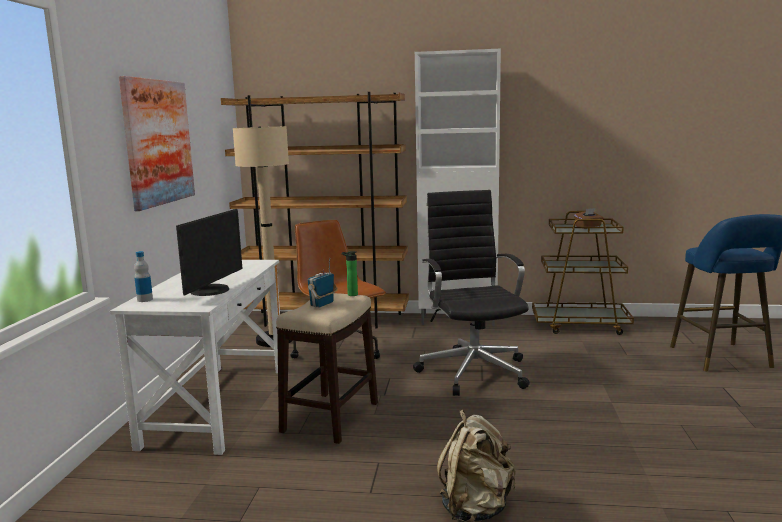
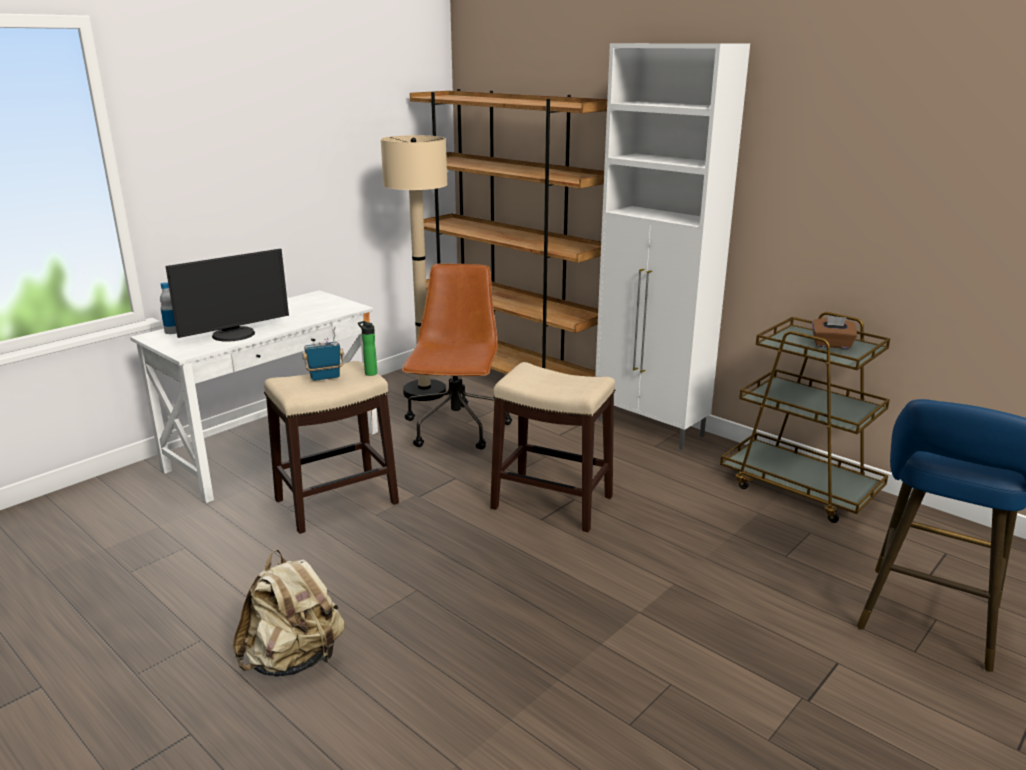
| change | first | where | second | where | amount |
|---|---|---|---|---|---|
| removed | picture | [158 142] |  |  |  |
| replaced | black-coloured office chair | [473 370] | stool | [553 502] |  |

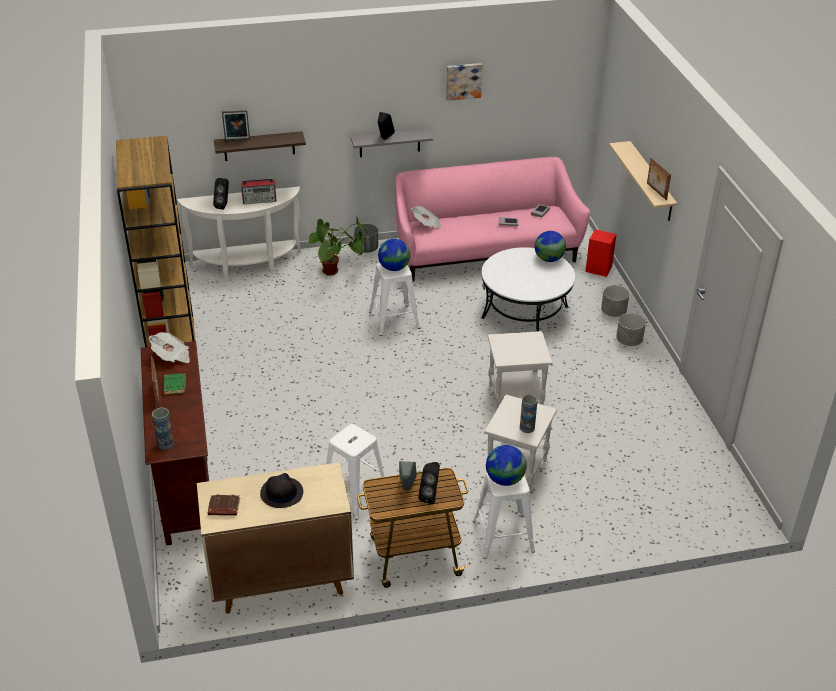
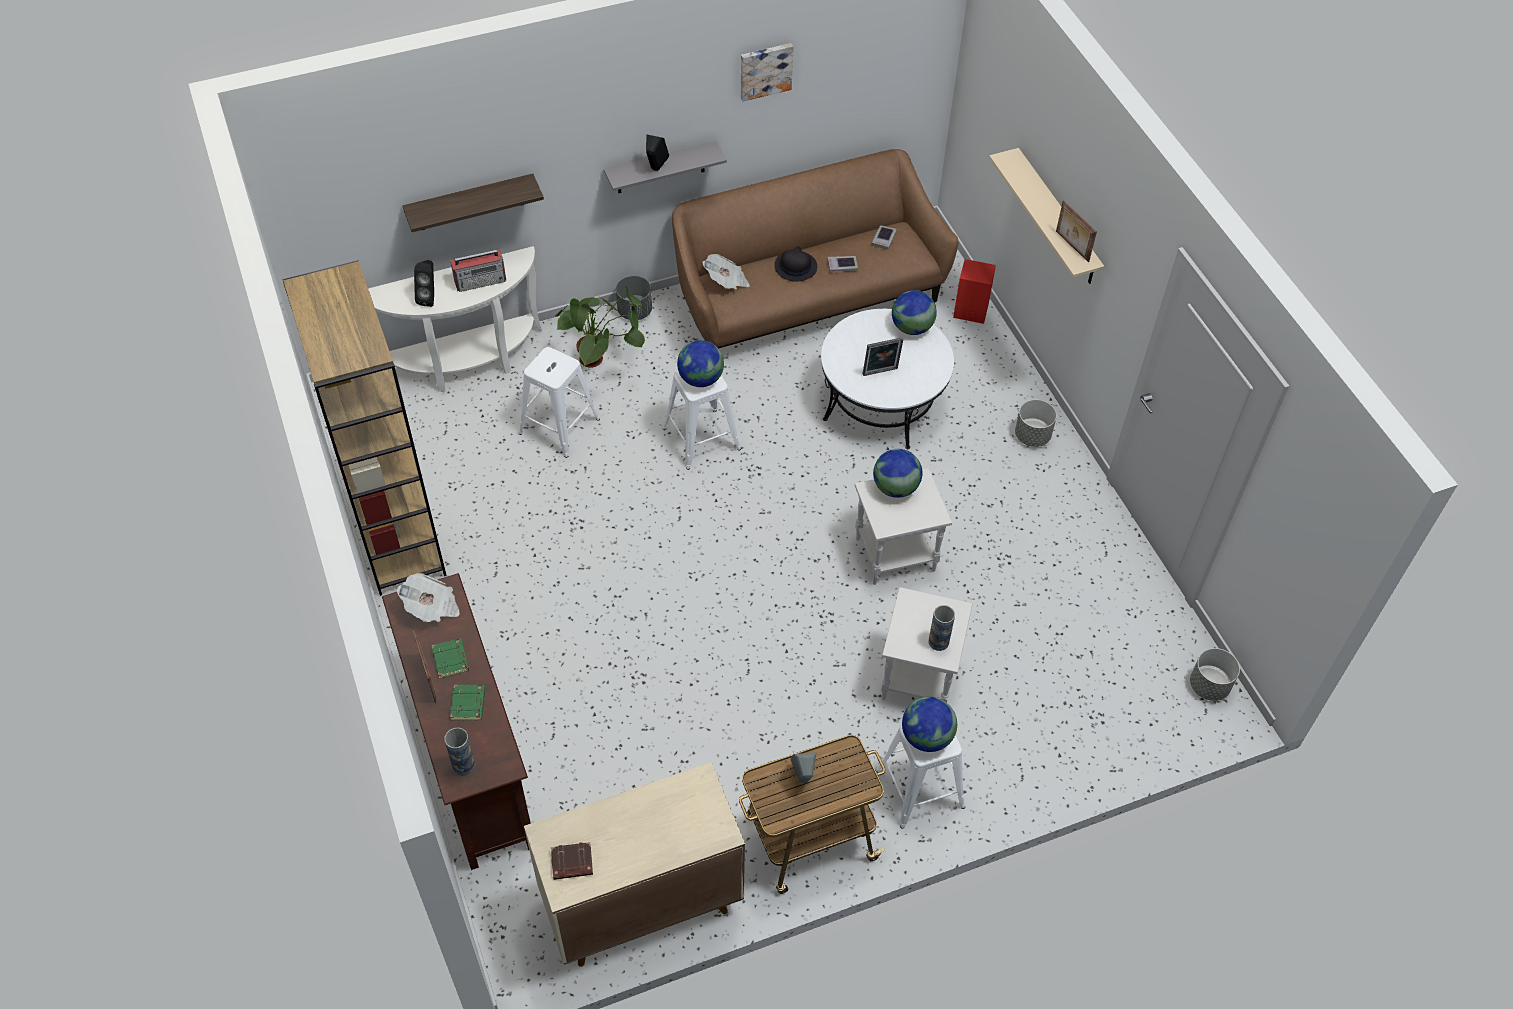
| change | first | where | second | where | amount |
|---|---|---|---|---|---|
| moved | standing frame | [237 140] |  | [880 373] |  |
| recoloured | pinkish settee | [485 252] | brown-coloured settee | [807 298] |  |
| moved | gray plant pot | [613 312] |  | [1209 686] |  |
| moved | whitish stool | [354 493] |  | [559 425] |  |
| removed | black-coloured speaker | [431 496] |  |  |  |
| moved | black-coloured wearable hat | [281 493] |  | [795 266] |  |
| added |  |  | desk globe | [895 488] |  |
| added |  |  | green volume | [468 705] |  |

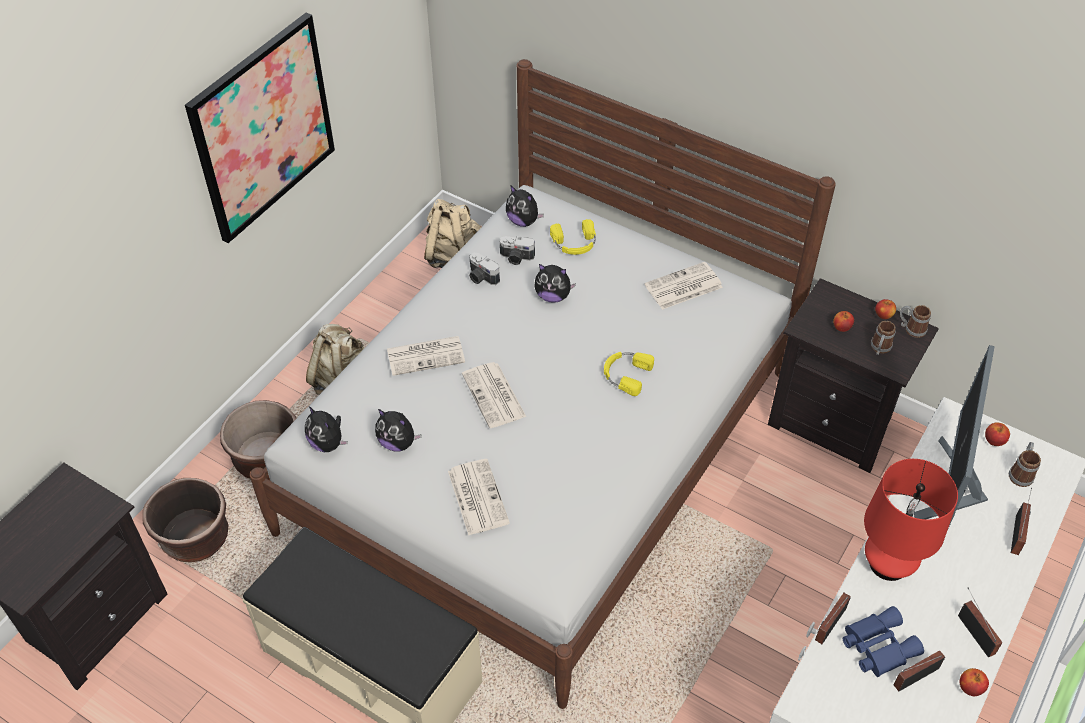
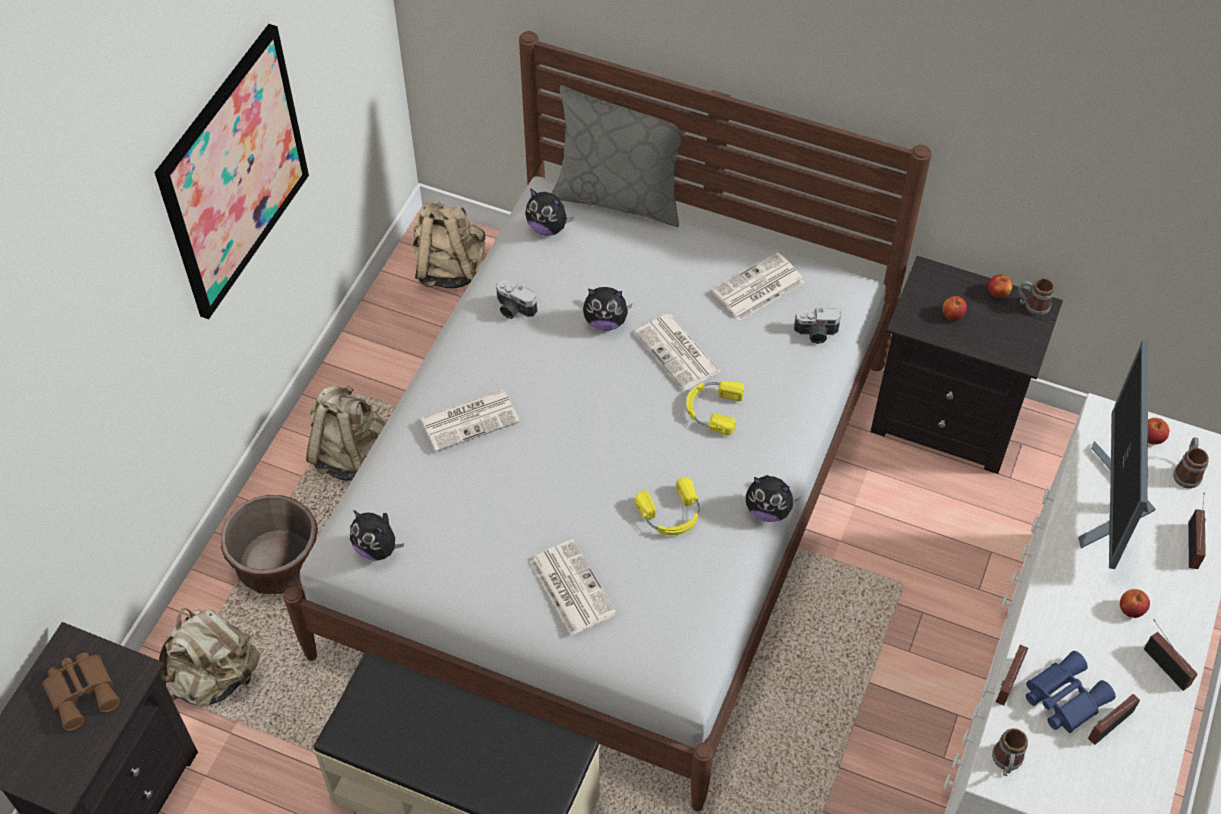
| change | first | where | second | where | amount |
|---|---|---|---|---|---|
| moved | yellow-coloured pair of headphones | [574 243] |  | [671 514] |  |
| moved | photo camera | [516 258] |  | [816 334] |  |
| moved | mug | [879 349] |  | [1006 762] |  |
| moved | printed paper | [494 396] |  | [679 353] |  |
| moved | cuddly toy | [398 443] |  | [768 510] |  |
| removed | red-coloured lamp for a table | [888 564] |  |  |  |
| replaced | brown-coloured plant pot | [195 538] | sand-coloured backpack | [214 677] |  |
| moved | whole apple | [970 688] |  | [1130 610] |  |
| added |  |  | gray throw pillow | [619 197] |  |
| added |  |  | brown-coloured binoculars | [83 691] |  |

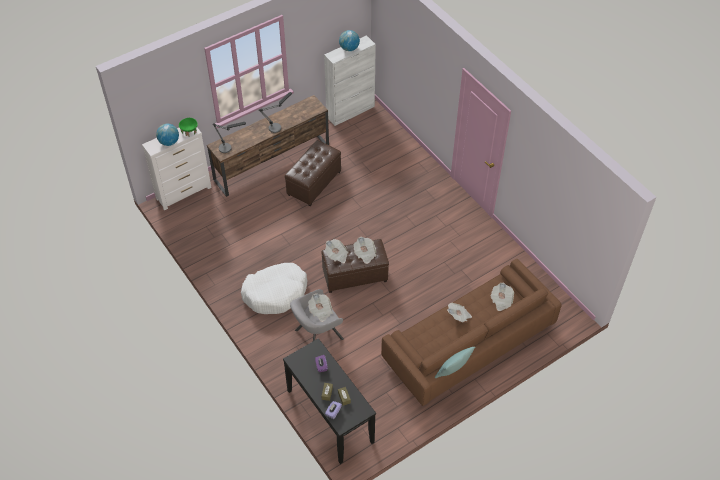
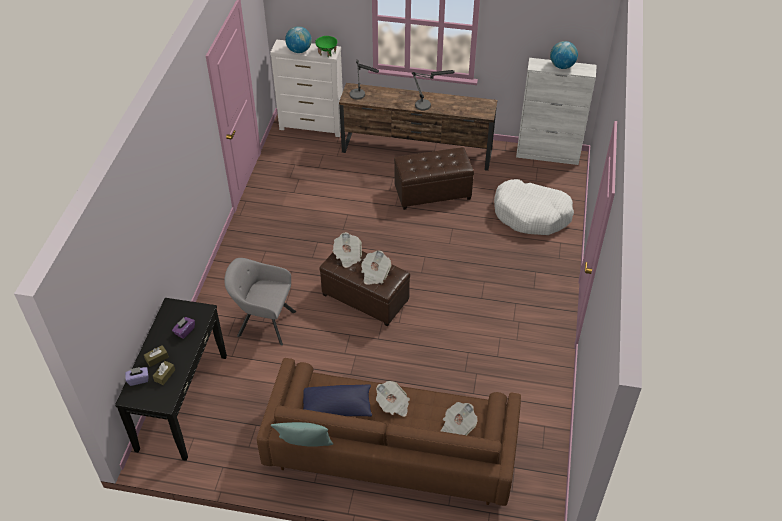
| change | first | where | second | where | amount |
|---|---|---|---|---|---|
| moved | whitish dog cushion | [275 293] |  | [531 214] |  |
| removed | printed paper | [320 311] |  |  |  |
| added |  |  | blue throw pillow | [336 408] |  |

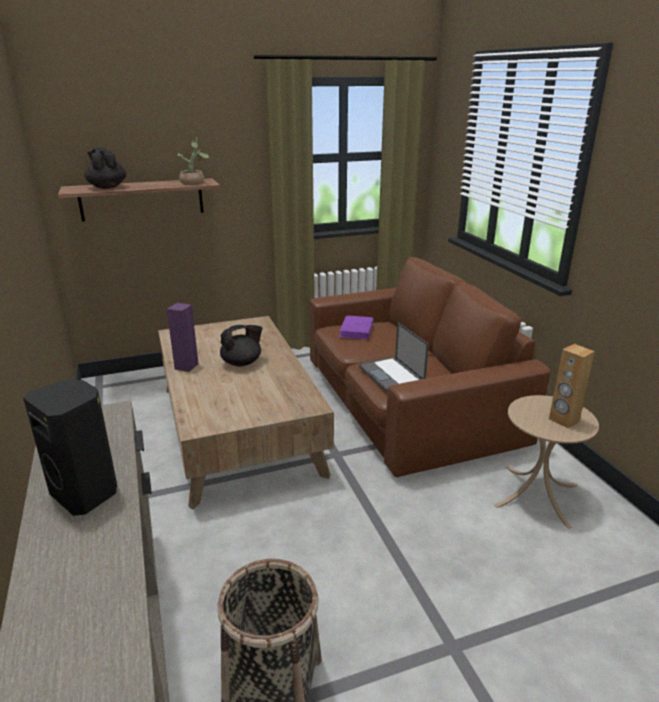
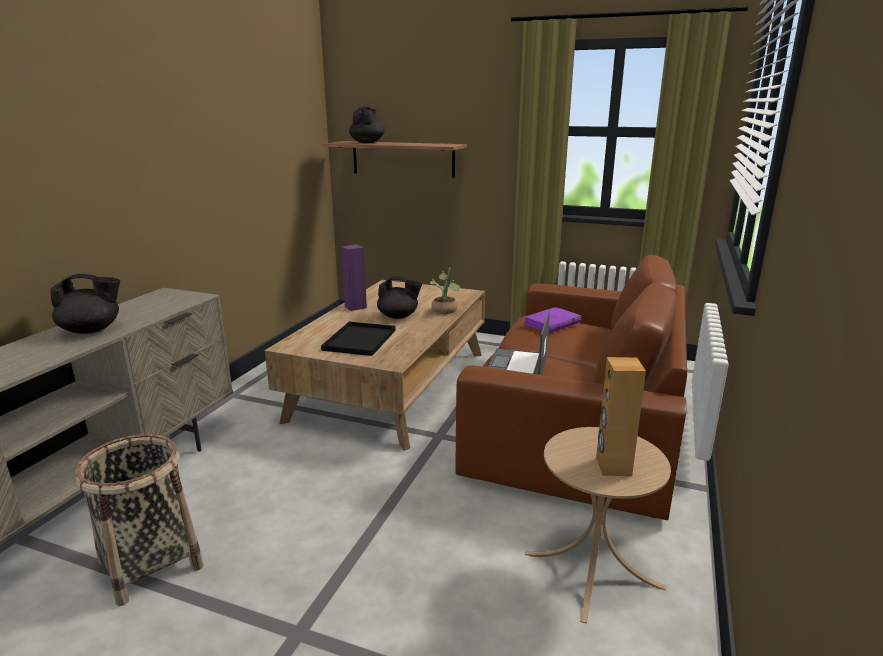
| change | first | where | second | where | amount |
|---|---|---|---|---|---|
| moved | plant in a pot | [194 183] |  | [445 311] |  |
| replaced | black-coloured speaker | [86 493] | black-coloured pot for tea | [92 330] |  |
| added |  |  | black-coloured tray | [360 340] |  |

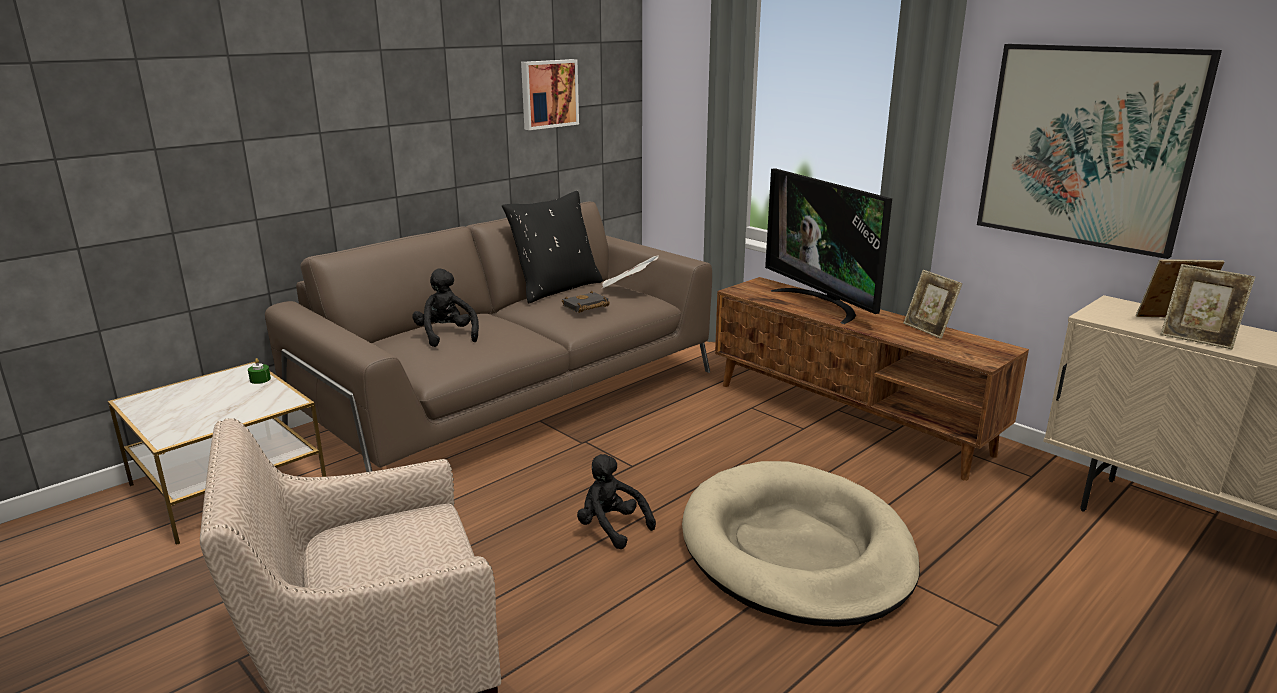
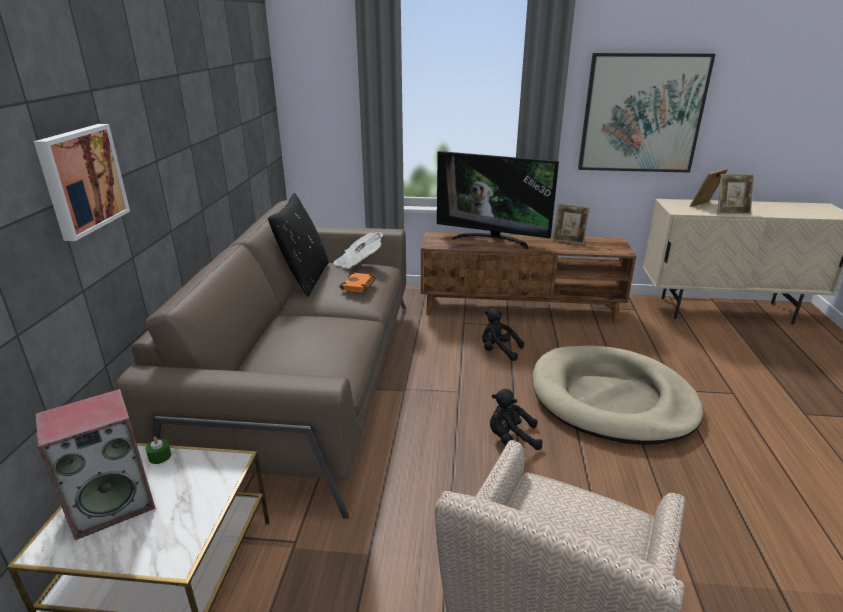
| change | first | where | second | where | amount |
|---|---|---|---|---|---|
| moved | picture | [548 94] |  | [81 180] |  |
| moved | black-coloured cuddly toy | [446 336] |  | [498 351] |  |
| recoloured | black-coloured volume | [585 306] | orange volume | [359 286] |  |
| added |  |  | speaker | [113 504] |  |

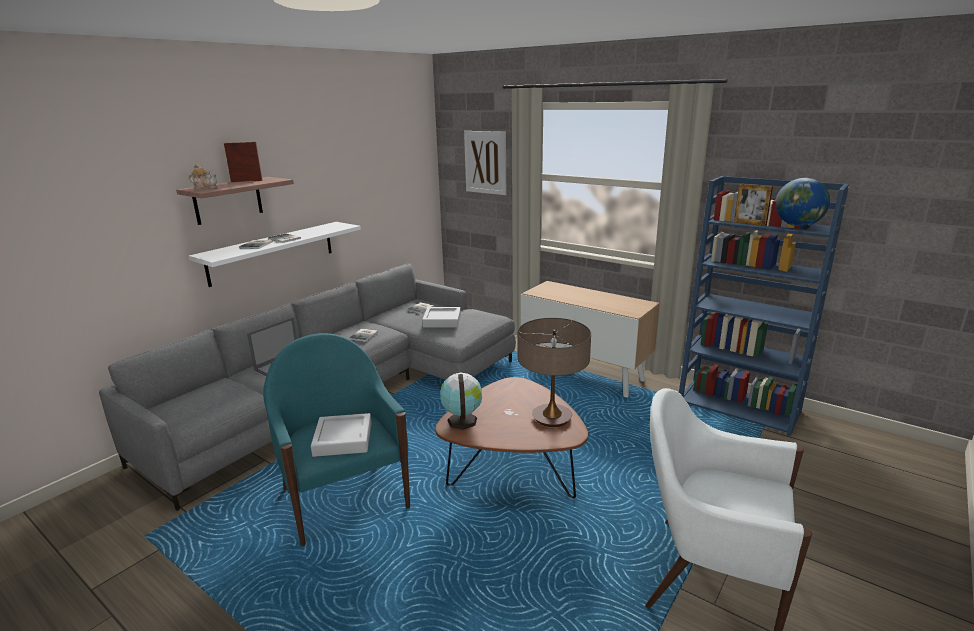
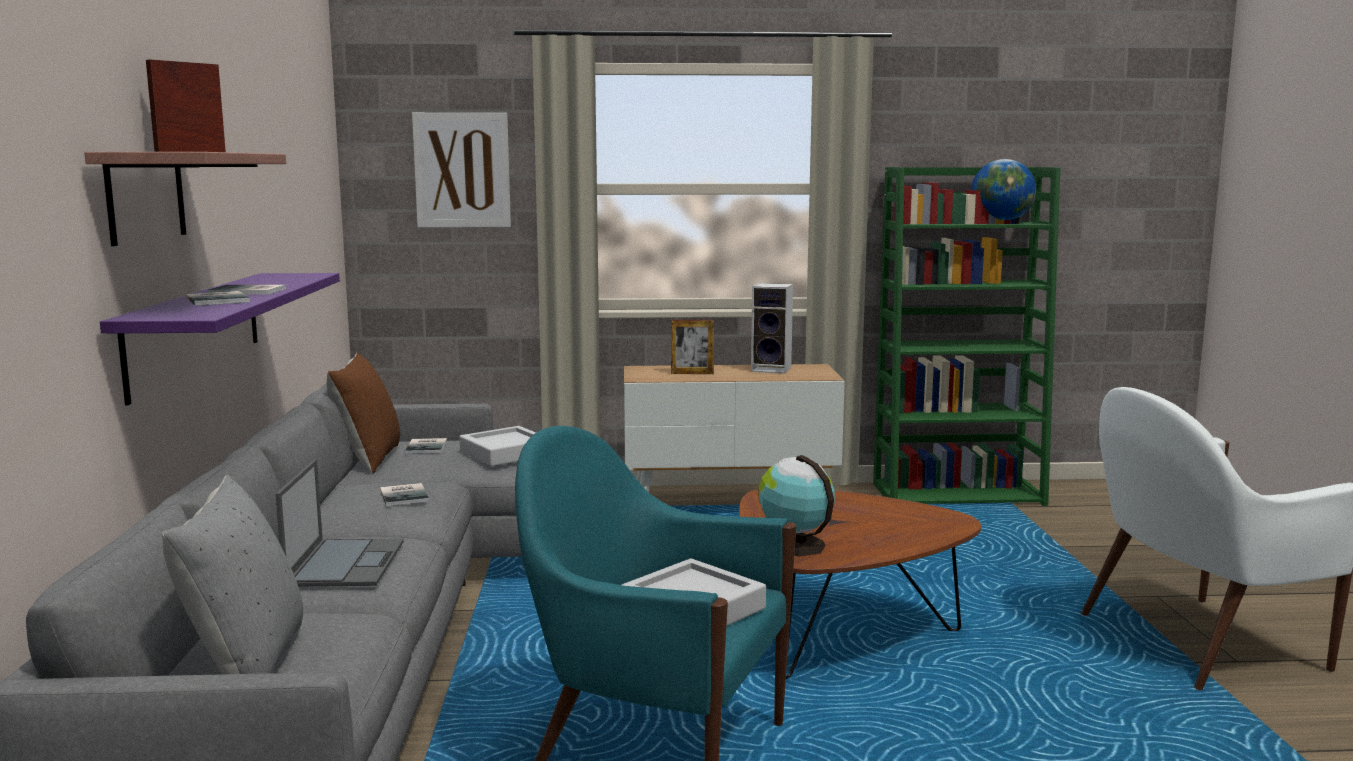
| change | first | where | second | where | amount |
|---|---|---|---|---|---|
| removed | pot for tea | [205 188] |  |  |  |
| recoloured | blue shelving unit | [739 406] | green shelving unit | [958 493] |  |
| moved | standing frame | [750 224] |  | [692 373] |  |
| recoloured | whitish wall shelf | [272 252] | purple wall shelf | [196 331] |  |
| removed | lamp for a table | [552 418] |  |  |  |
| added |  |  | speaker | [773 369] |  |
| added |  |  | brown-coloured throw pillow | [368 459] |  |
| added |  |  | gray throw pillow | [246 664] |  |

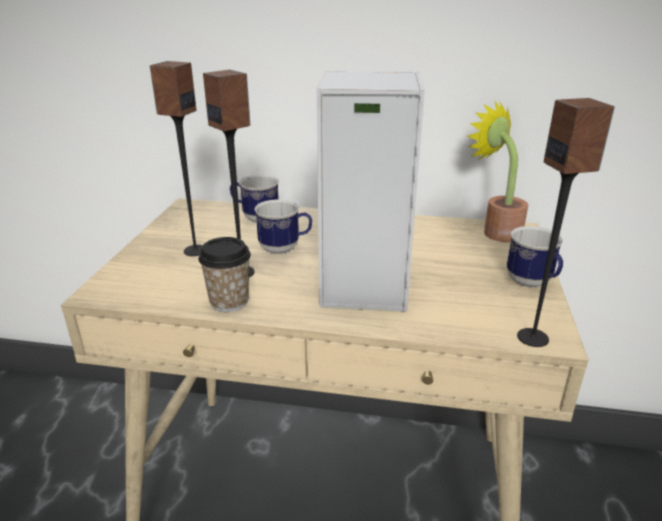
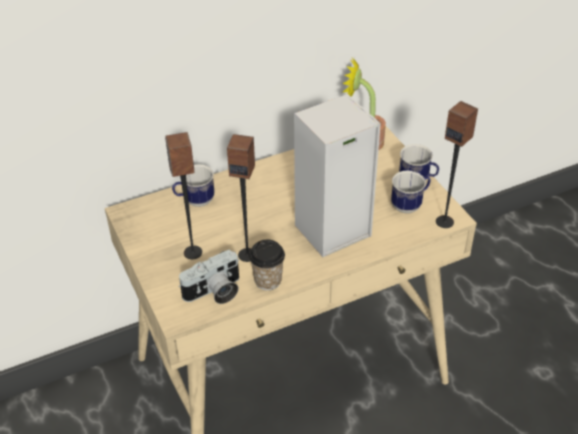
| change | first | where | second | where | amount |
|---|---|---|---|---|---|
| moved | mug | [285 249] |  | [410 205] |  |
| added |  |  | photo camera | [214 292] |  |

